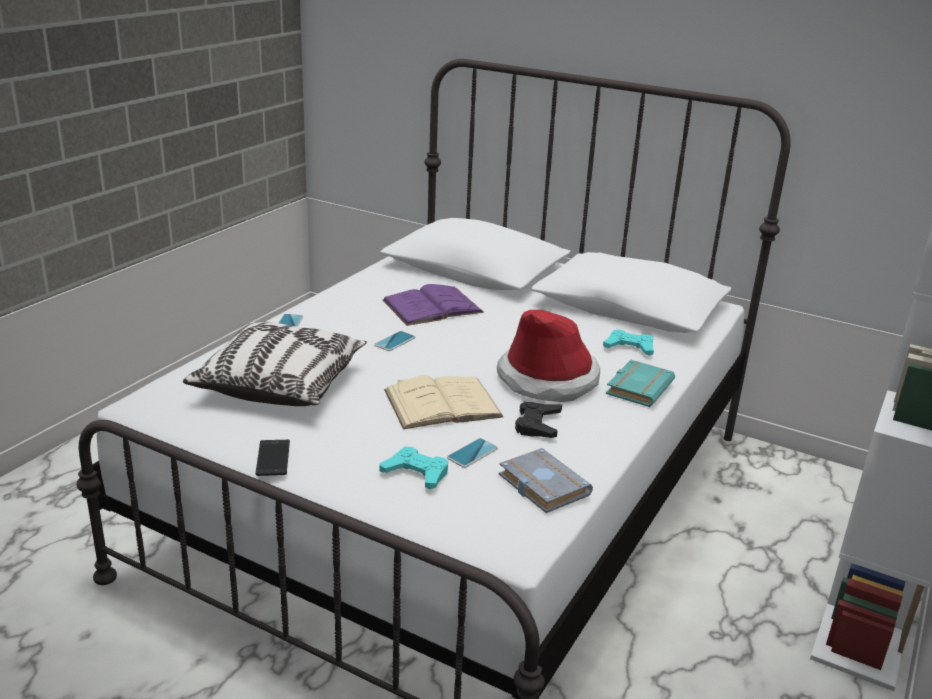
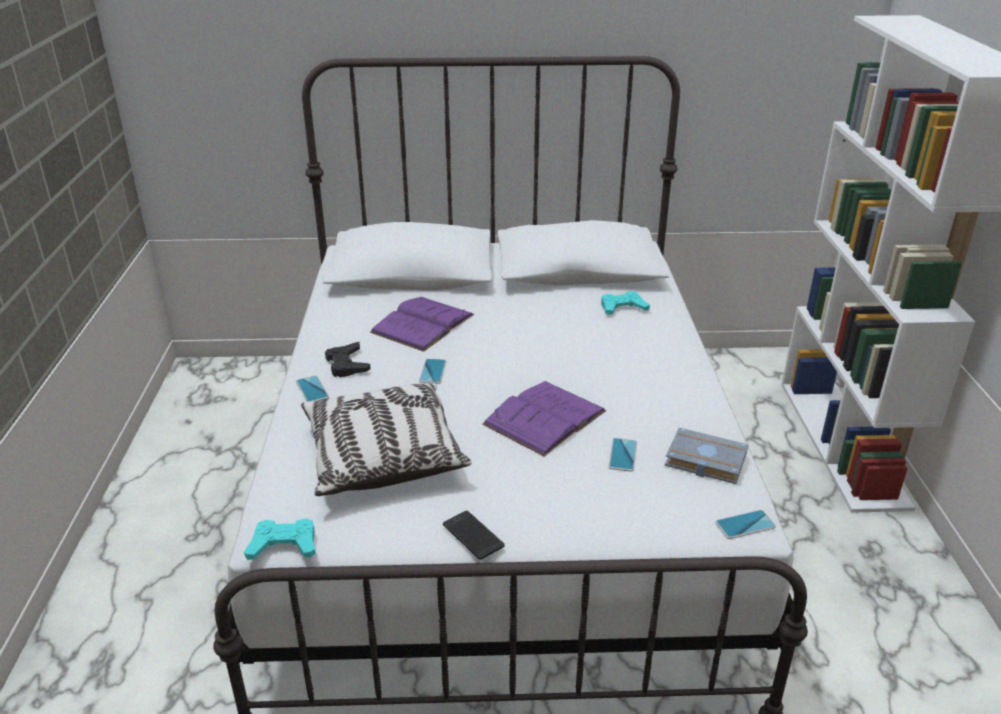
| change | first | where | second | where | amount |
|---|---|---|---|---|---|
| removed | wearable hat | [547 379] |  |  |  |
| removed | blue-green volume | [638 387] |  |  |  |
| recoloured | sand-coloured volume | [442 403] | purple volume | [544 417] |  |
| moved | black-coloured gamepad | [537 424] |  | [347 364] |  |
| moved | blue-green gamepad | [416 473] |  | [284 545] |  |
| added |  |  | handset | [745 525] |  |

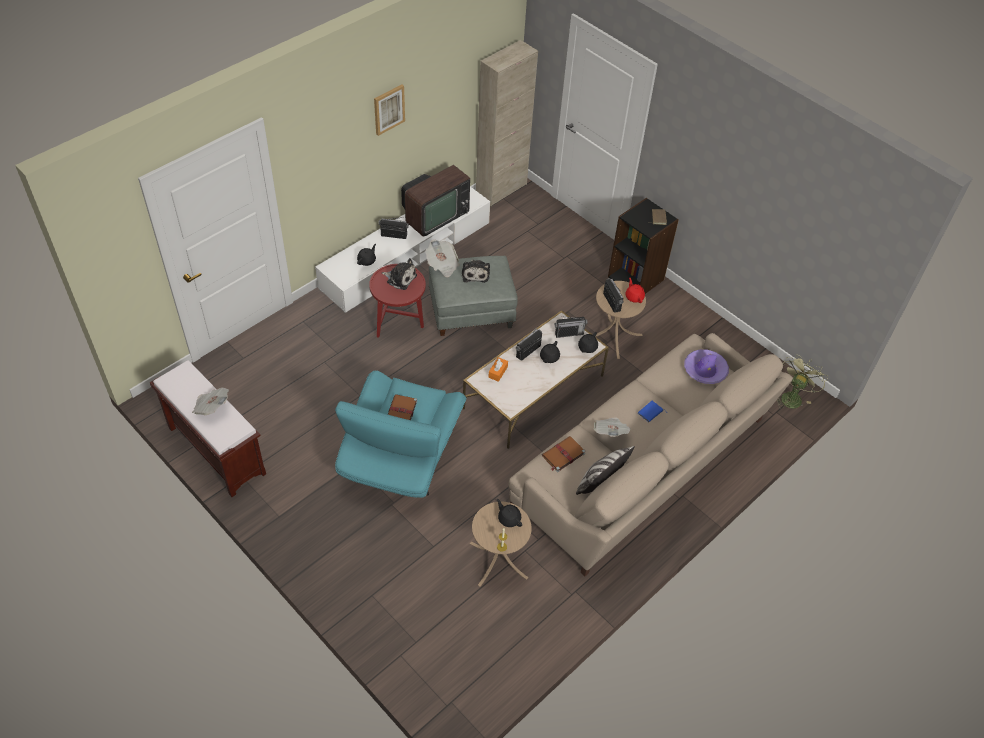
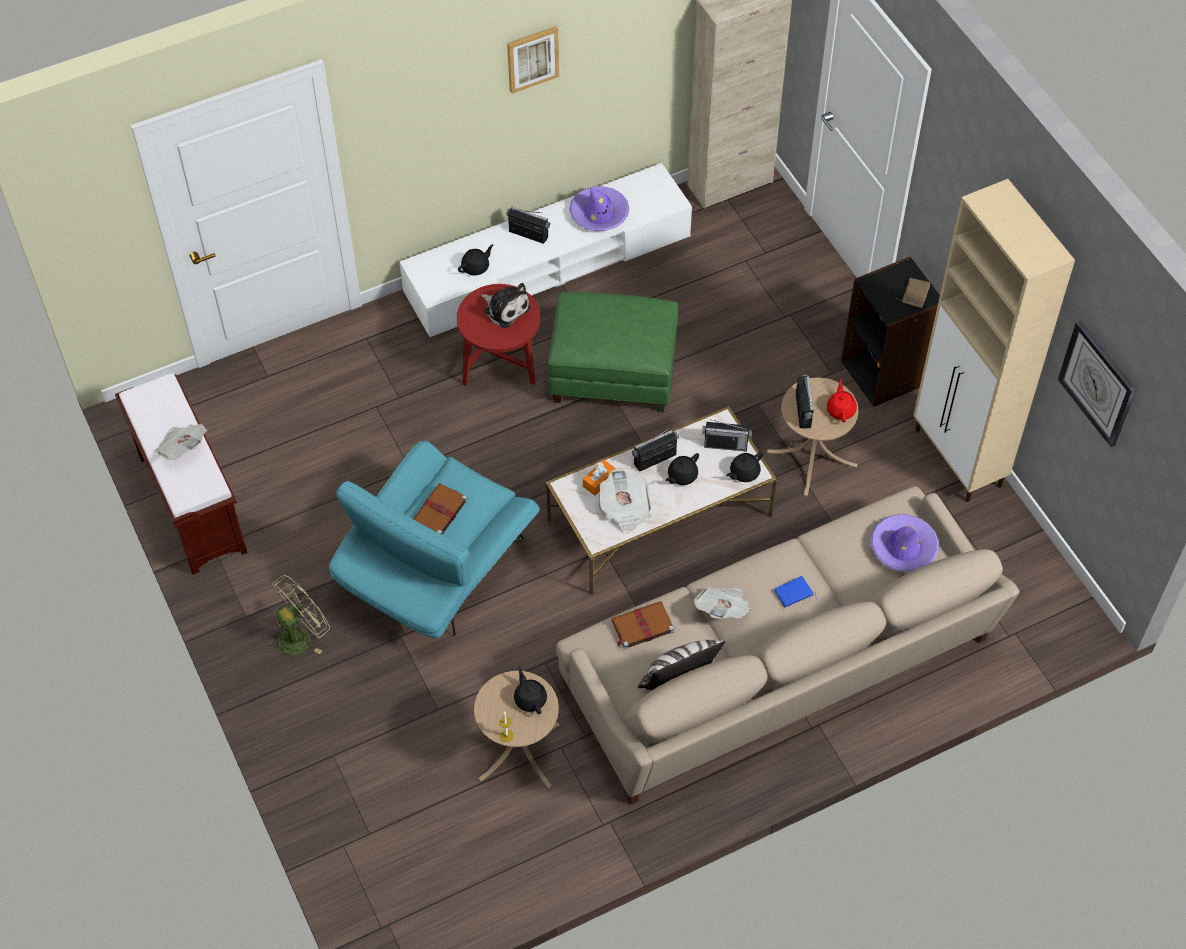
| change | first | where | second | where | amount |
|---|---|---|---|---|---|
| replaced | TV set | [434 215] | purple wearable hat | [599 214] |  |
| moved | printed paper | [442 265] |  | [625 509] |  |
| recoloured | gray pouffe | [472 311] | green pouffe | [614 373] |  |
| removed | cuddly toy | [475 273] |  |  |  |
| moved | green fan | [792 396] |  | [300 635] |  |
| added |  |  | sand-coloured cabinet | [958 459] |  |
| added |  |  | wall clock | [1098 383] |  |

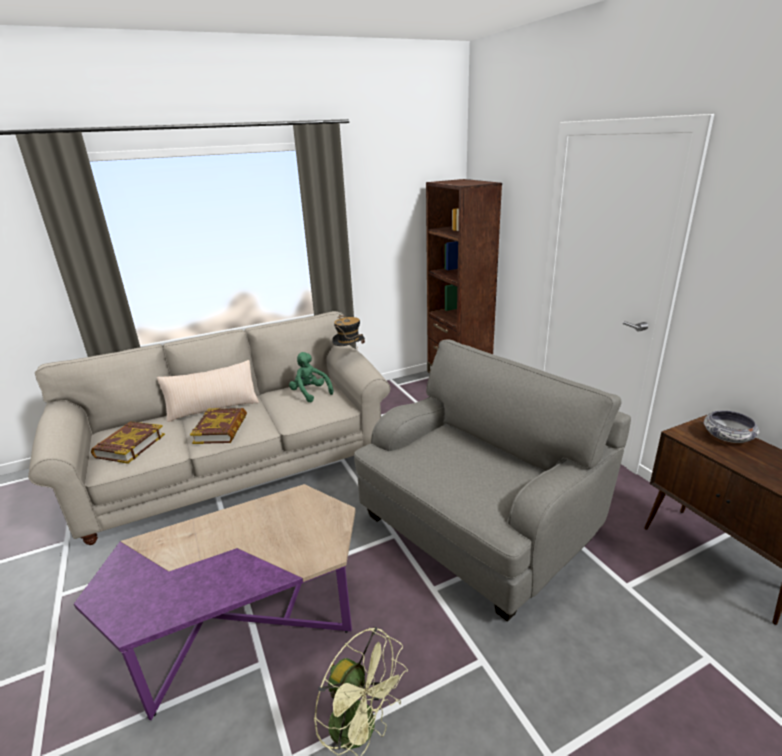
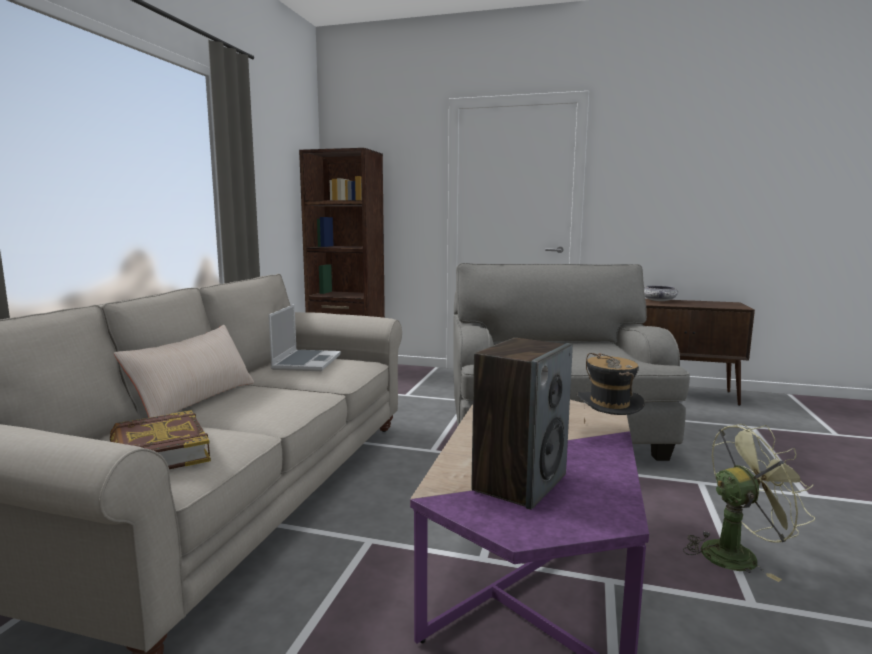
| change | first | where | second | where | amount |
|---|---|---|---|---|---|
| moved | wearable hat | [350 355] |  | [607 435] |  |
| replaced | green cuddly toy | [310 393] | notebook computer | [306 362] |  |
| removed | volume | [221 429] |  |  |  |
| added |  |  | speaker | [519 482] |  |

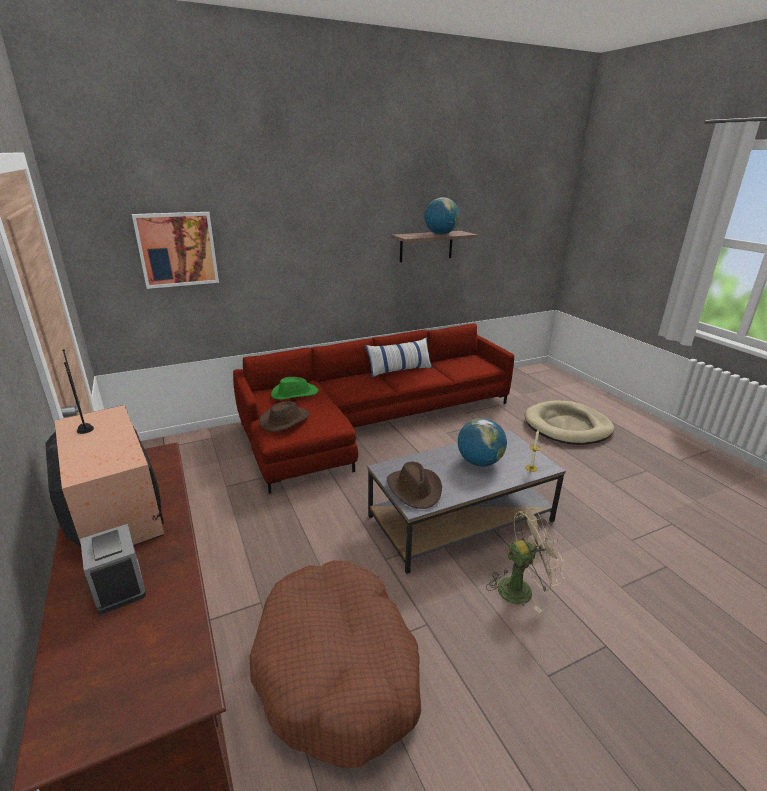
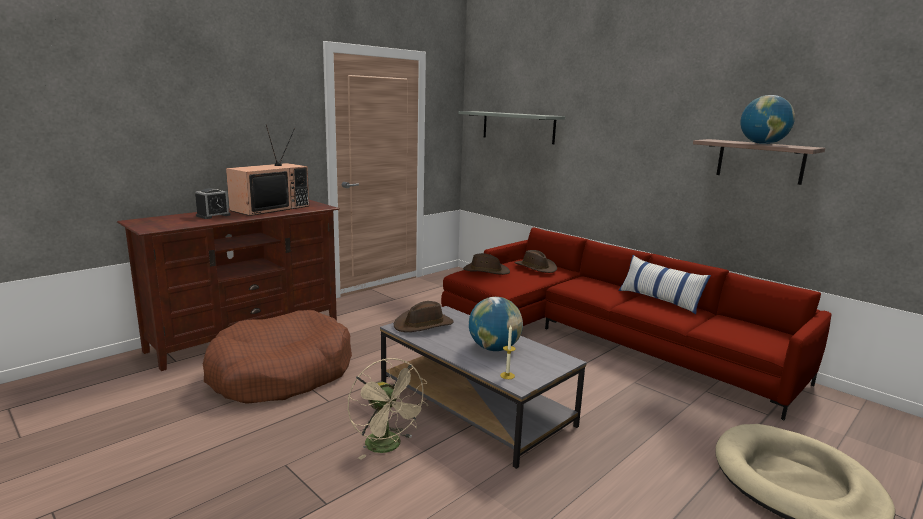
| change | first | where | second | where | amount |
|---|---|---|---|---|---|
| replaced | picture | [177 249] | gray wall shelf | [518 127] |  |
| recoloured | green wearable hat | [294 393] | brown-coloured wearable hat | [535 267] |  |

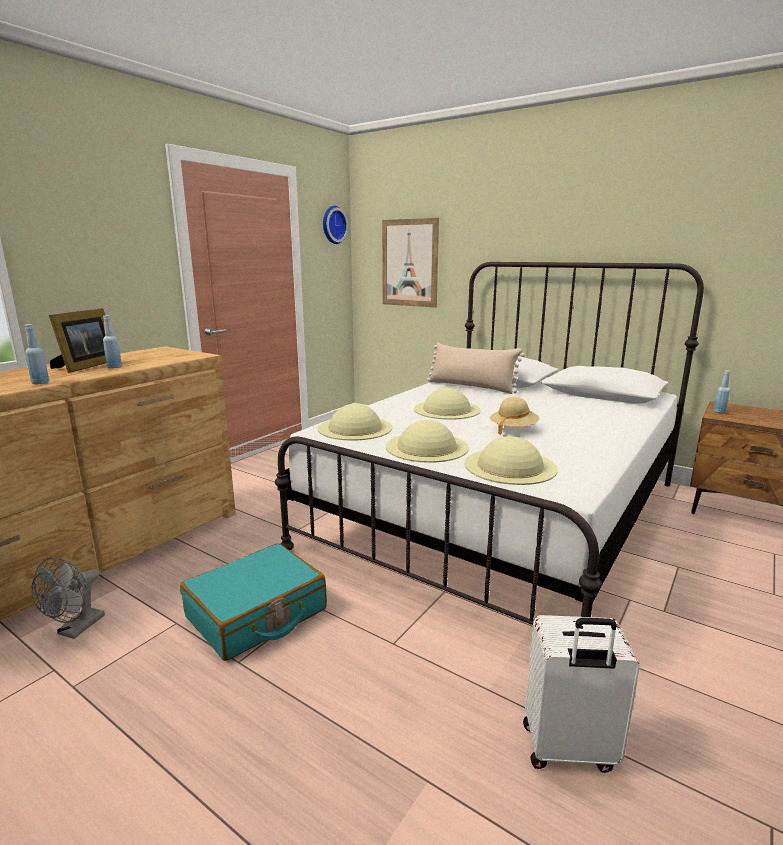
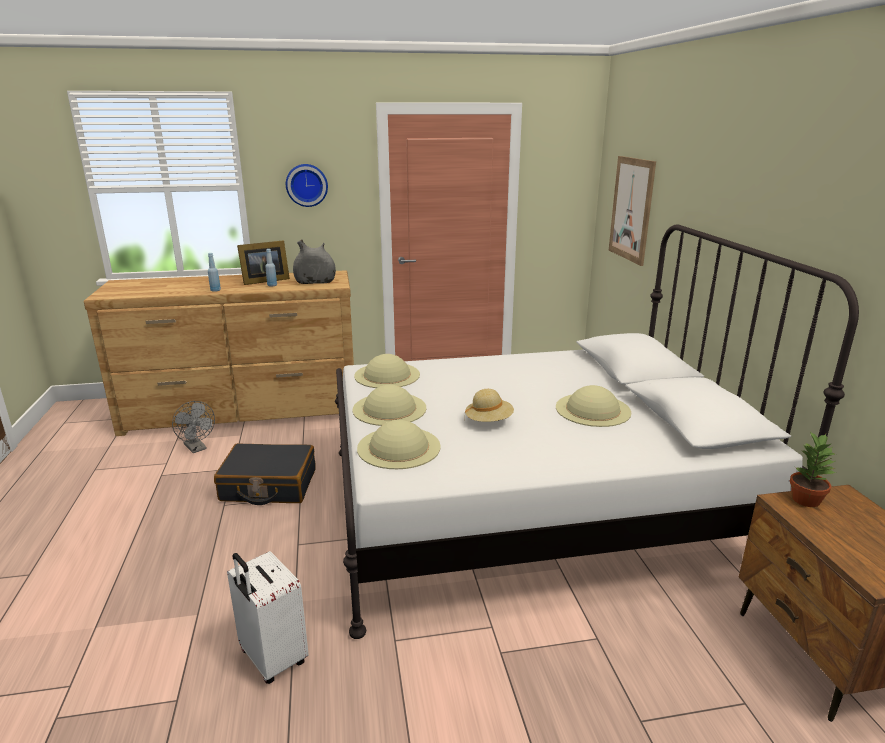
| change | first | where | second | where | amount |
|---|---|---|---|---|---|
| moved | wall clock | [332 225] |  | [306 185] |  |
| removed | sand-coloured throw pillow | [471 387] |  |  |  |
| replaced | blue beverage bottle | [719 412] | plant in a pot | [805 499] |  |
| moved | sand-coloured wearable hat | [447 409] |  | [592 409] |  |
| recoloured | blue-green travel case | [257 614] | black-coloured travel case | [268 485] |  |
| turned | gray fan | [76 629] |  | [197 448] | 105 degrees counterclockwise |
| added |  |  | gray vase | [315 282] |  |

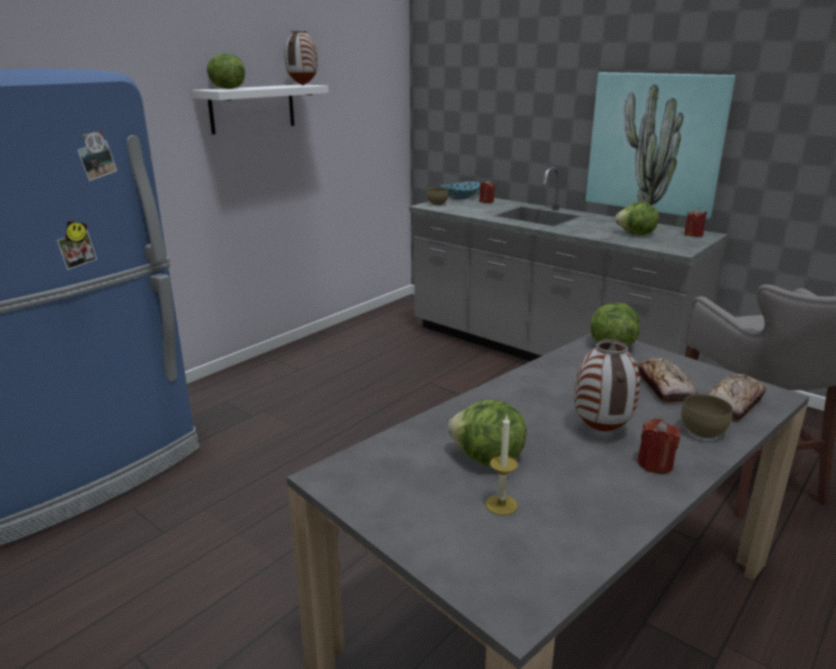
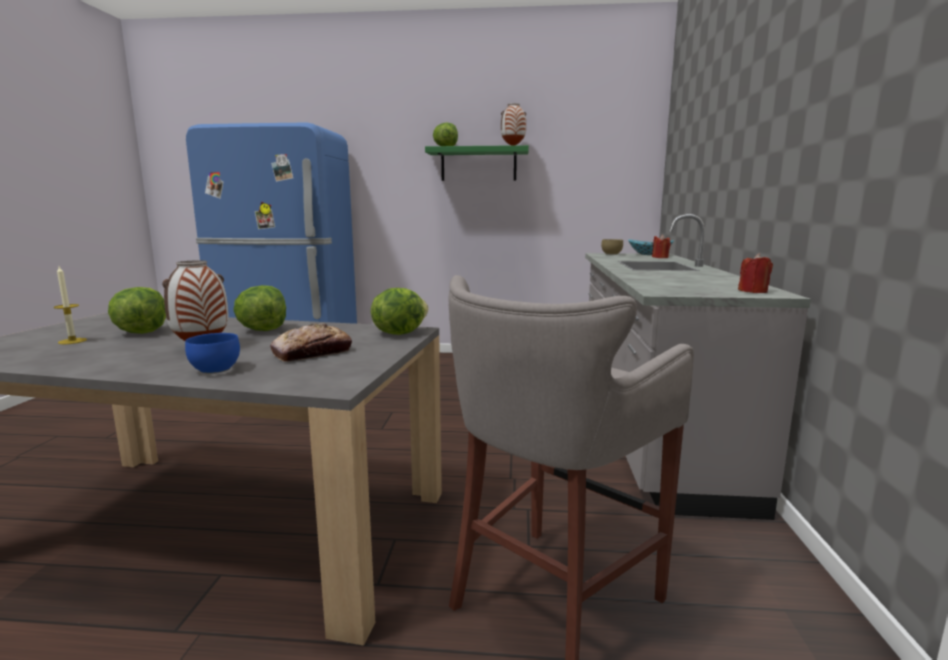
| change | first | where | second | where | amount |
|---|---|---|---|---|---|
| removed | picture | [655 143] |  |  |  |
| recoloured | whitish wall shelf | [252 108] | green wall shelf | [478 165] |  |
| moved | lettuce head | [636 234] |  | [263 330] |  |
| removed | bakery bread | [734 404] |  |  |  |
| recoloured | brown-coloured deep dish | [704 431] | blue deep dish | [217 370] |  |
| removed | red-coloured wax light | [655 464] |  |  |  |

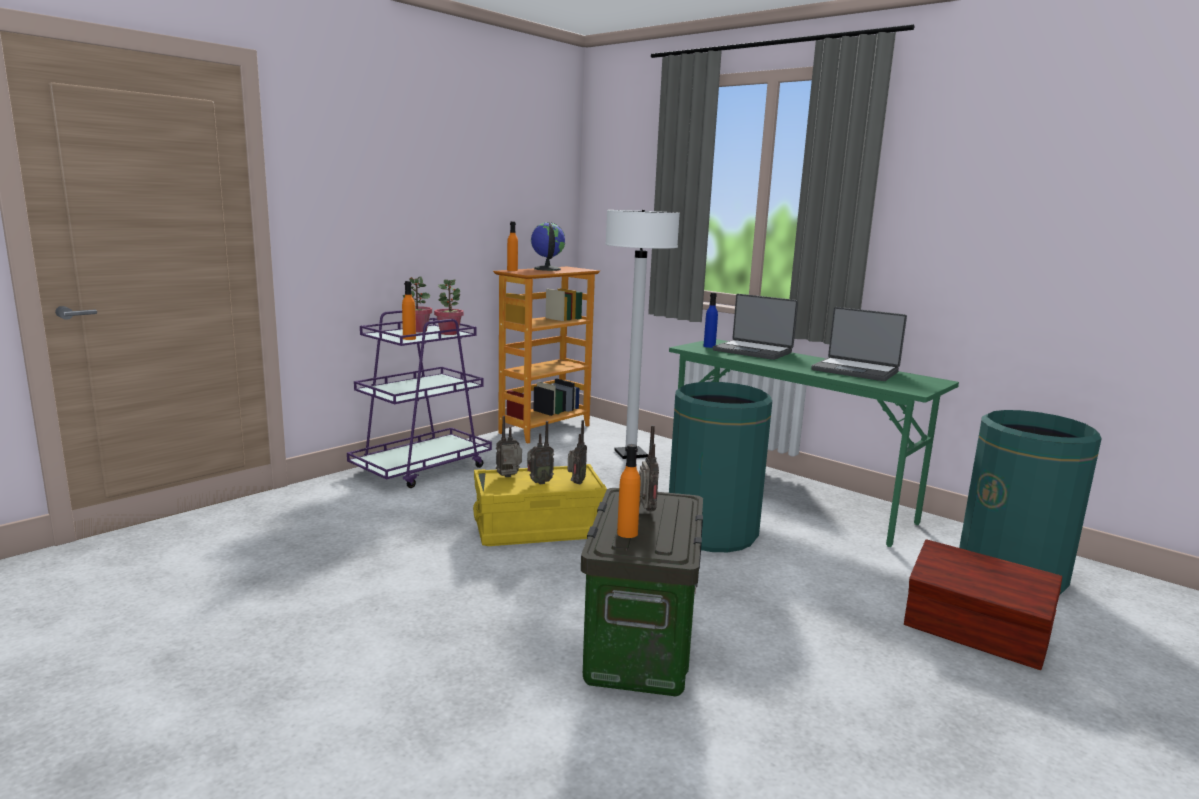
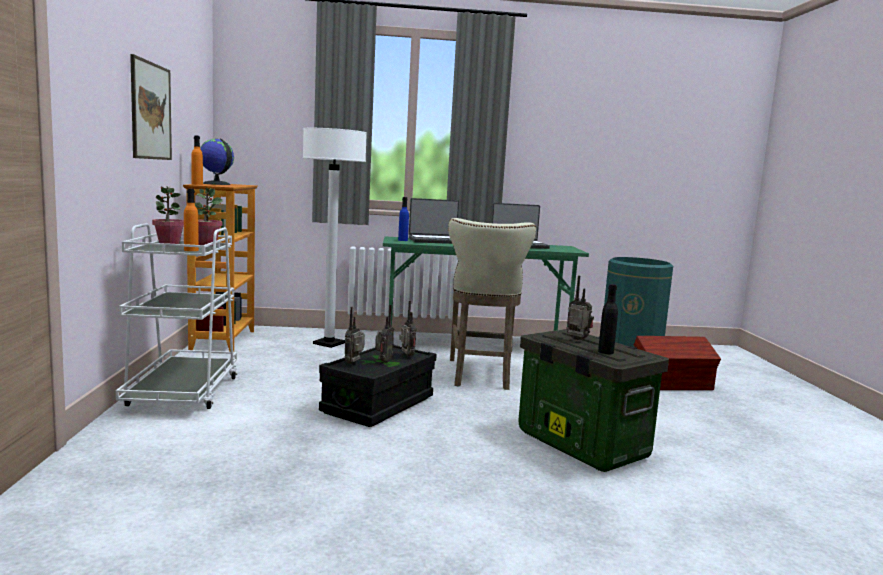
| change | first | where | second | where | amount |
|---|---|---|---|---|---|
| recoloured | purple wheeled cart | [422 468] | whitish wheeled cart | [183 392] |  |
| replaced | green trash can | [711 533] | sand-coloured stool | [480 376] |  |
| recoloured | orange beverage bottle | [627 533] | black-coloured beverage bottle | [605 352] |  |
| recoloured | yellow-coloured storage container | [538 528] | black-coloured storage container | [378 405] |  |
| added |  |  | picture | [151 111] |  |

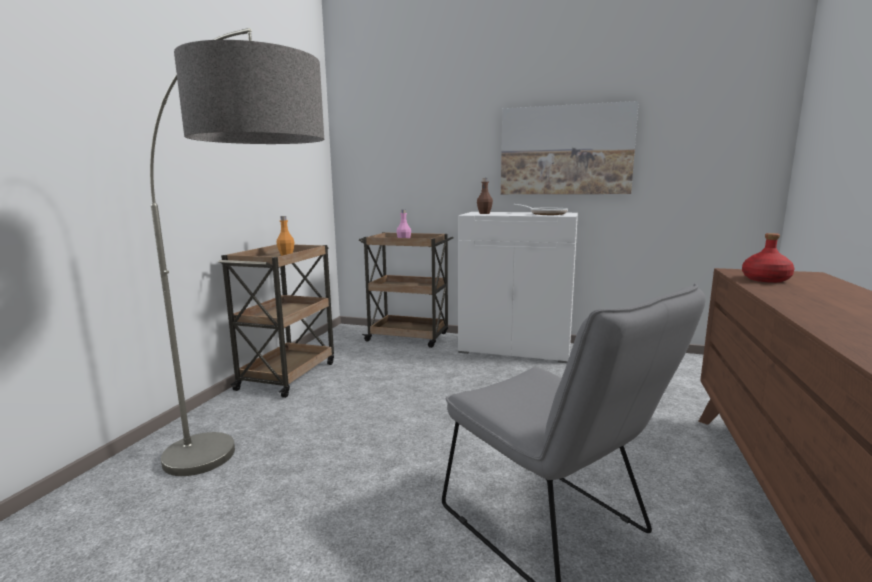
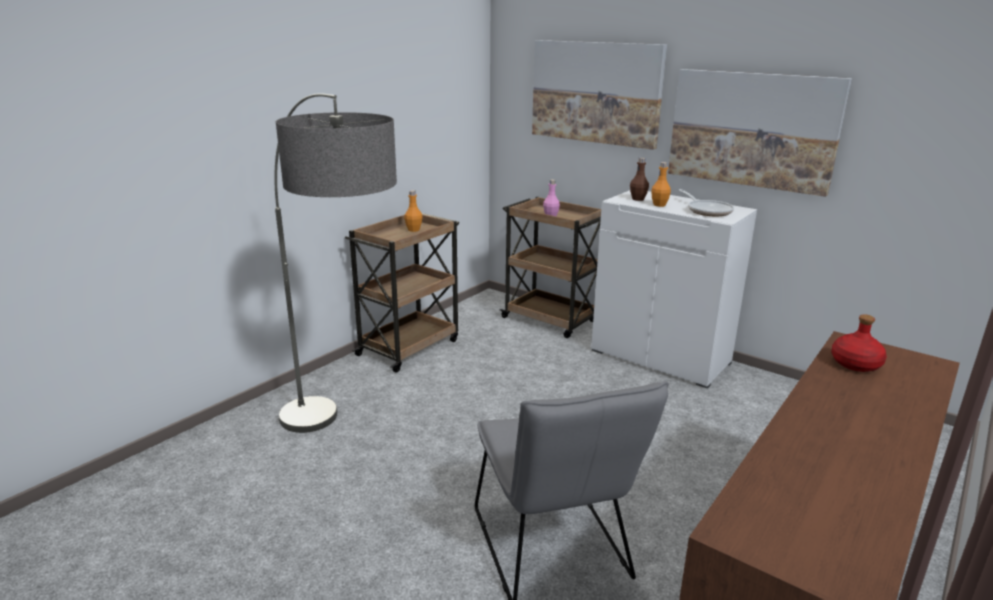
| change | first | where | second | where | amount |
|---|---|---|---|---|---|
| added |  |  | picture | [595 92] |  |
| added |  |  | orange beverage bottle | [659 205] |  |

